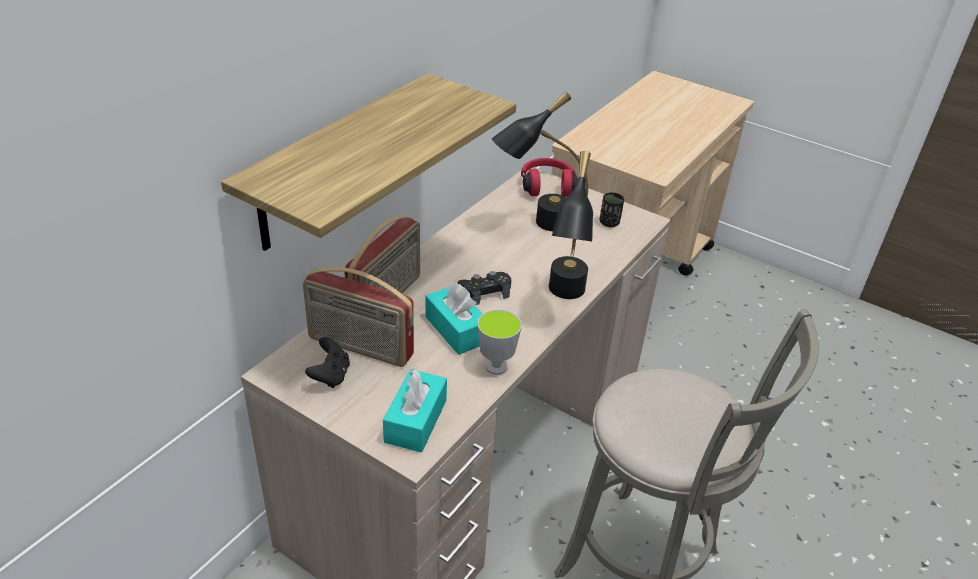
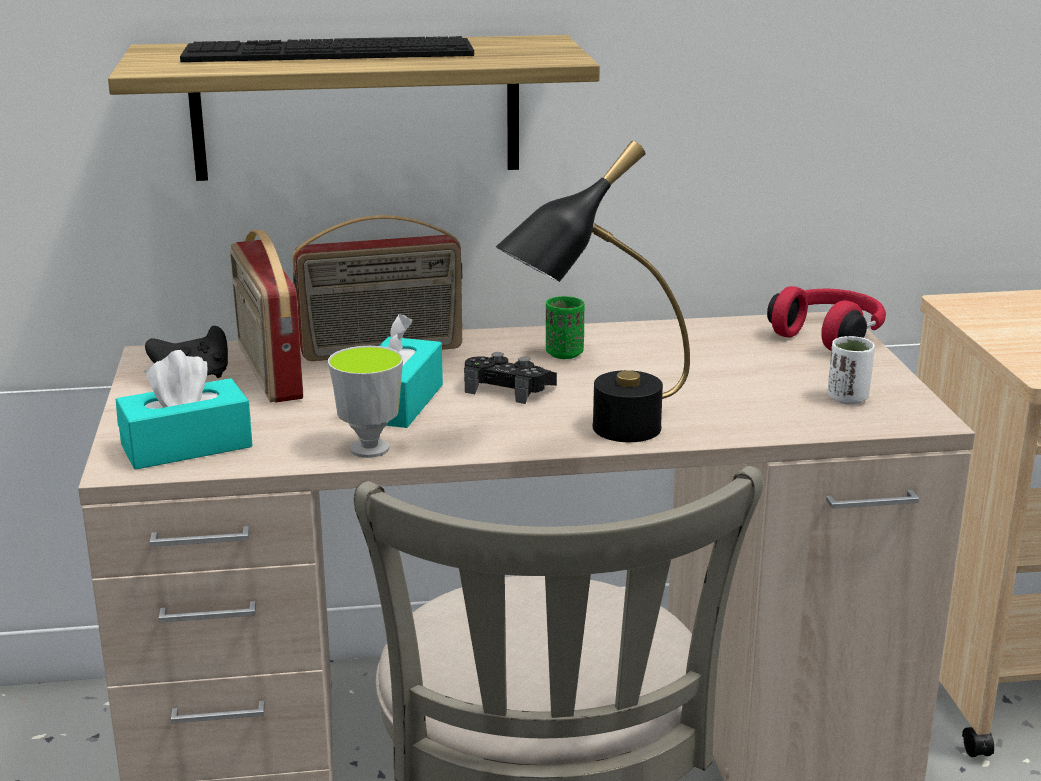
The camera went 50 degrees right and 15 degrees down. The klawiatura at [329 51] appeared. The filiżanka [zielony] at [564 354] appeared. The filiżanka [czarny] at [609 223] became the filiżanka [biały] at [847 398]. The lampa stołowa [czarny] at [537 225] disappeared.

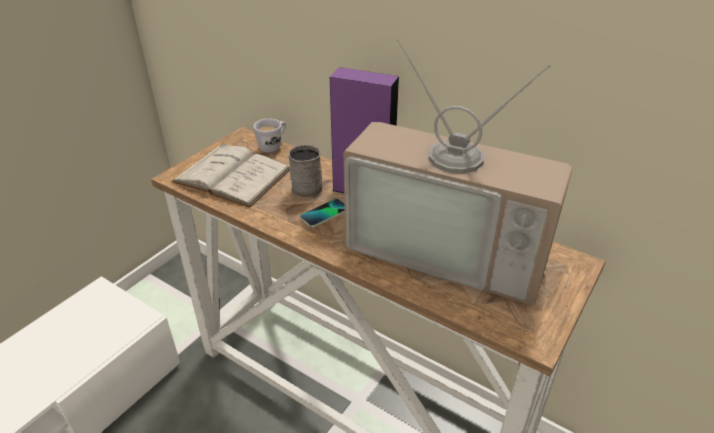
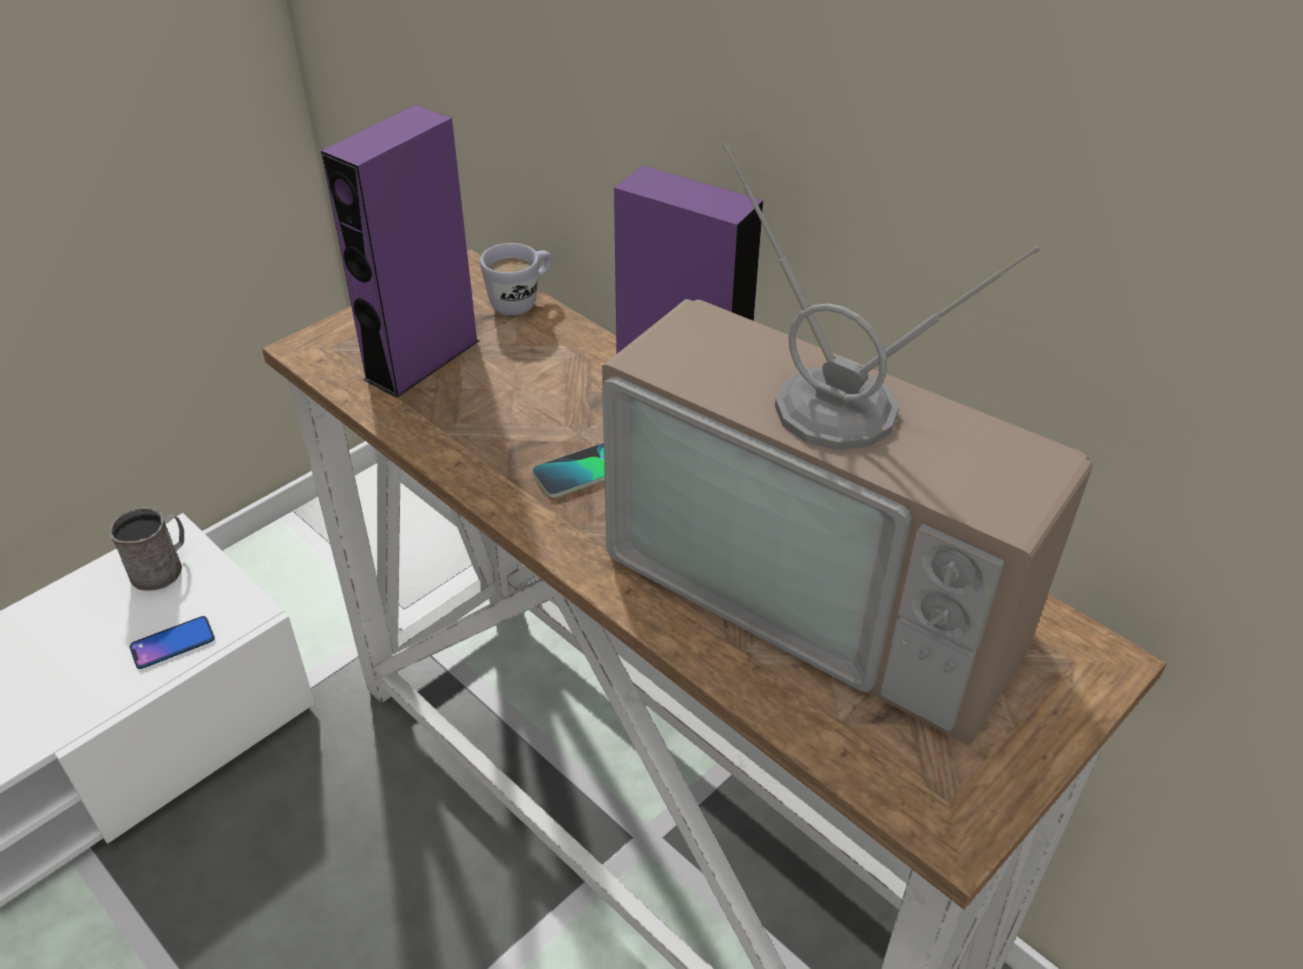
The camera went 10 degrees right and 5 degrees up. The kubek [szary] moved from [309 186] to [162 568]. The telefon at [173 643] appeared. The książka [biały] at [232 175] was replaced by the głośnik [fioletowy] at [422 360].

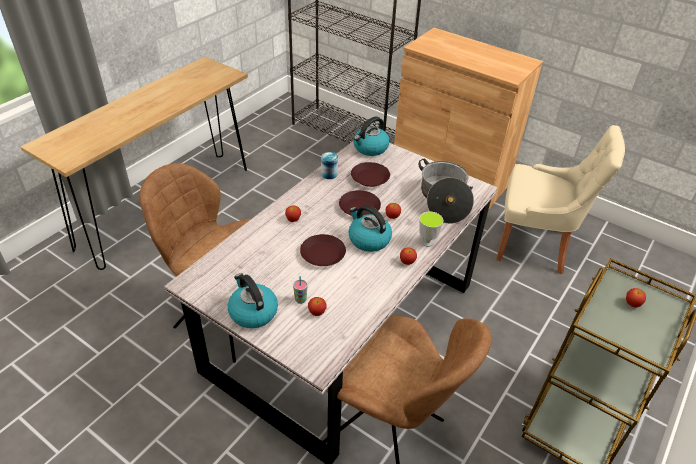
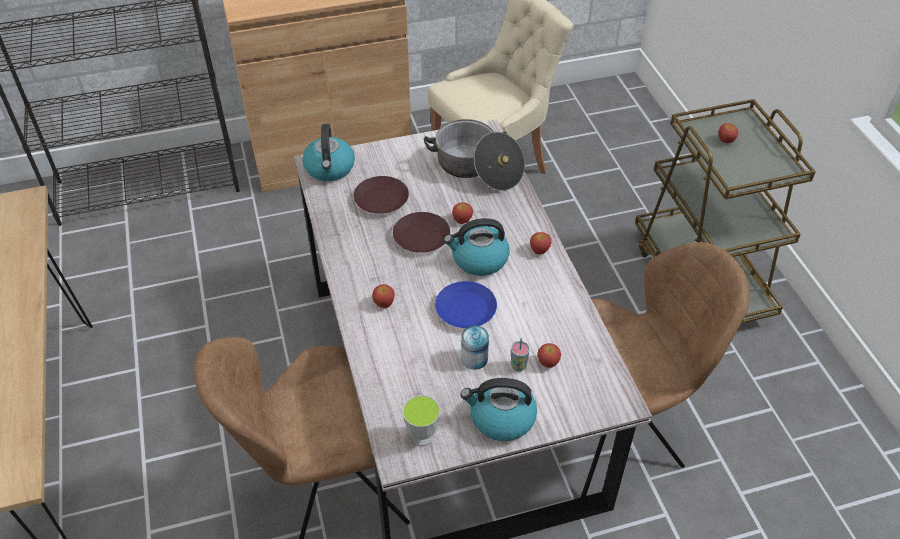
The camera went 50 degrees left and 5 degrees up. The filiżanka moved from [427 242] to [422 437]. The talerz [brązowy] at [323 254] became the talerz [niebieski] at [466 309]. The puszka moved from [329 174] to [474 358].

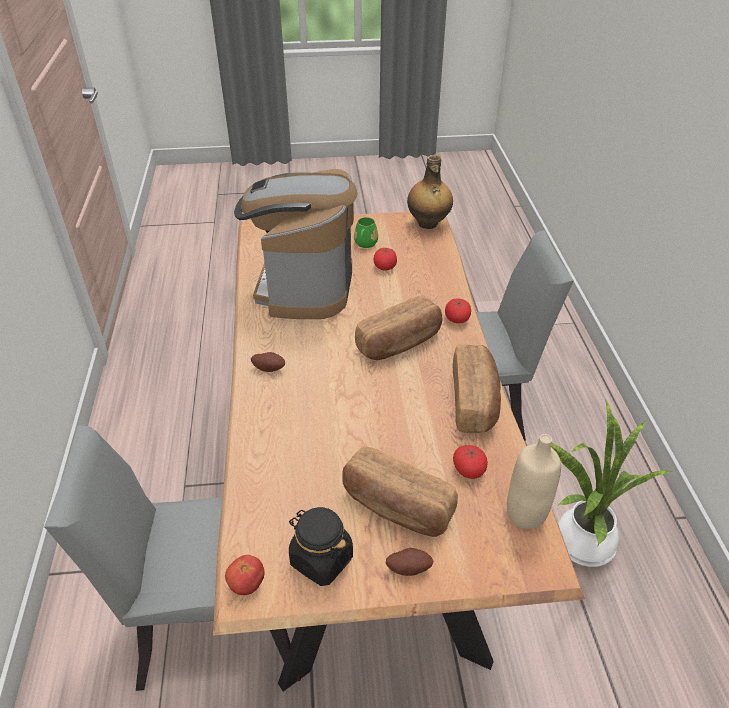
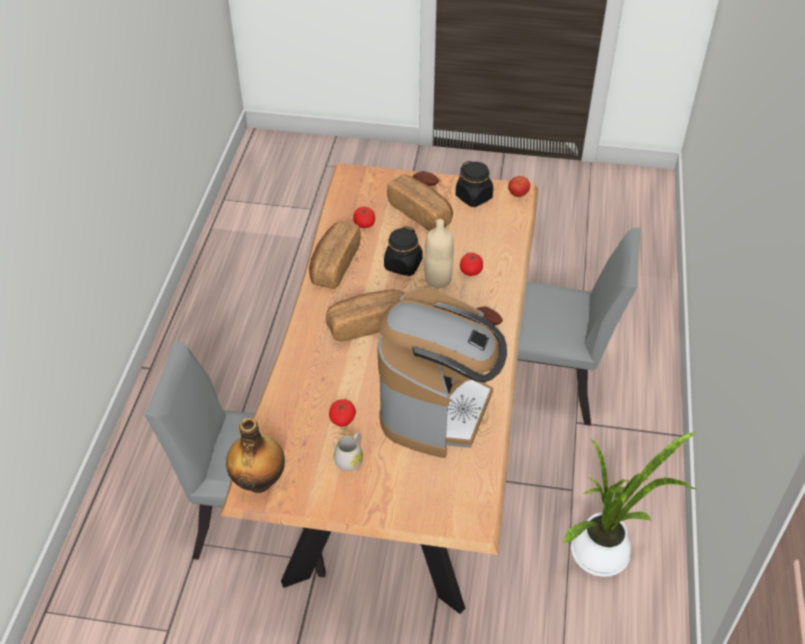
The camera went 165 degrees left and 5 degrees up. The kubek [zielony] at [365 245] became the kubek [biały] at [350 459]. The słoik [czarny] at [403 265] appeared. The butelka [beżowy] moved from [525 514] to [438 279]. The pomidor moved from [457 318] to [471 270]. The roślina doniczkowa moved from [579 544] to [605 552].

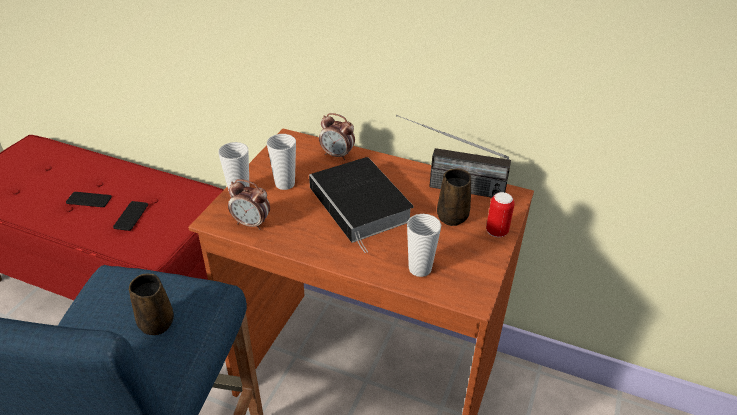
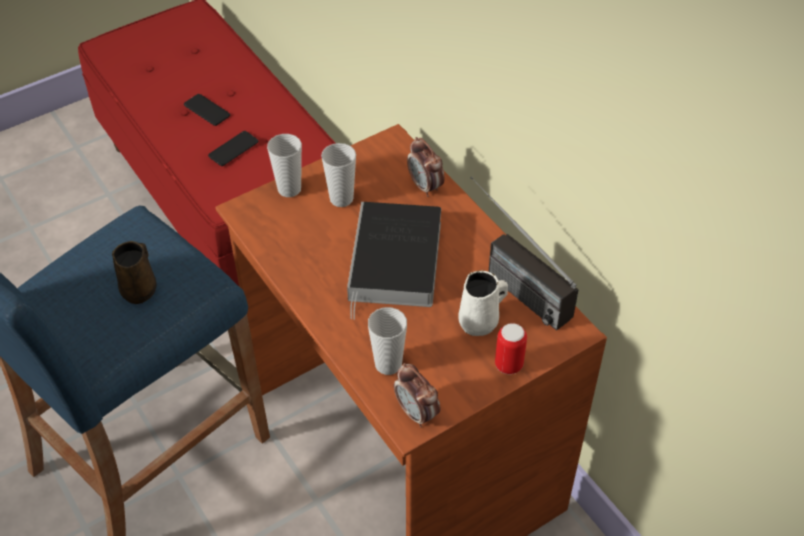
The camera went 35 degrees right and 10 degrees up. The budzik moved from [251 223] to [417 413]. The kubek [brązowy] at [453 215] became the kubek [biały] at [480 322].

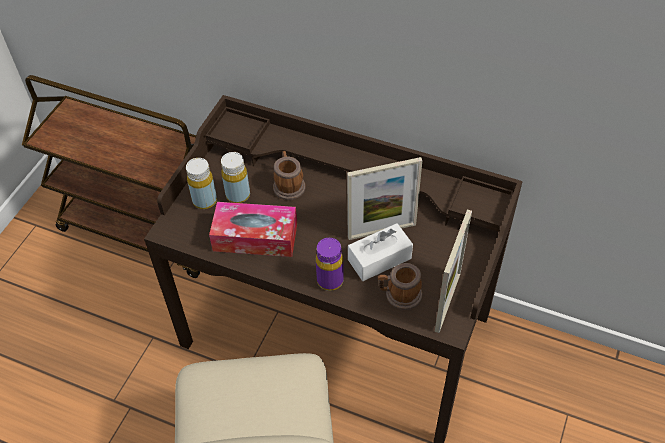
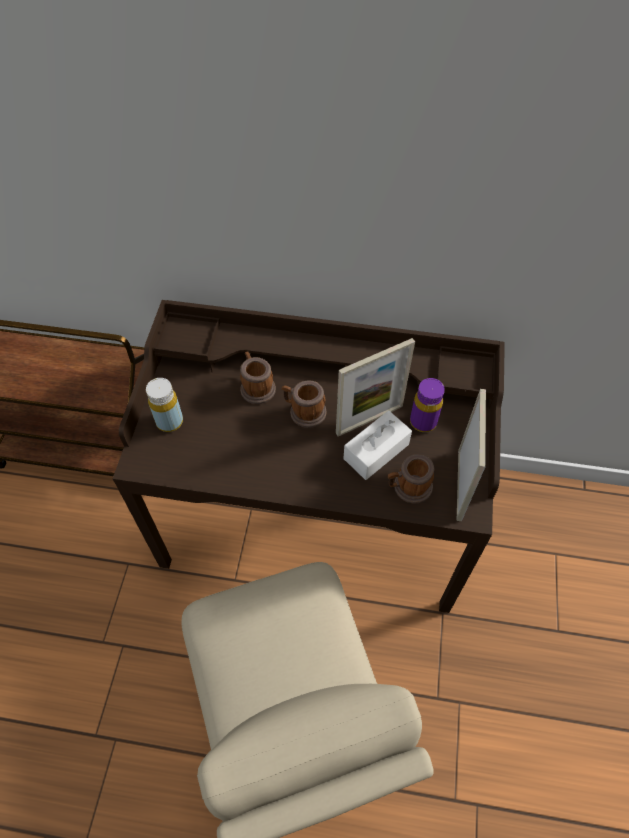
The camera went 15 degrees left and 5 degrees up. The kubek at [304 411] appeared. The butelka [fioletowy] moved from [330 280] to [423 422]. The pudełko chusteczek at [255 237] disappeared. The butelka [żółty] at [238 195] disappeared.

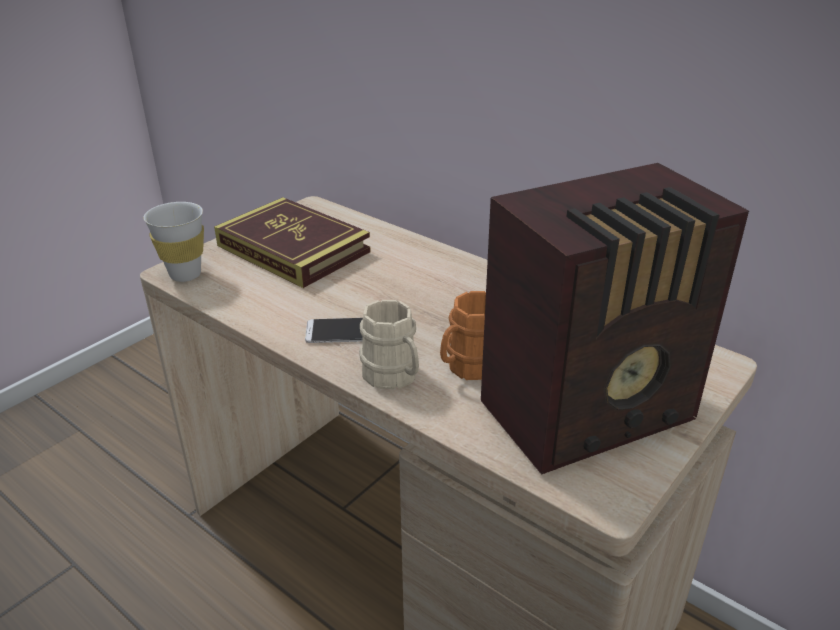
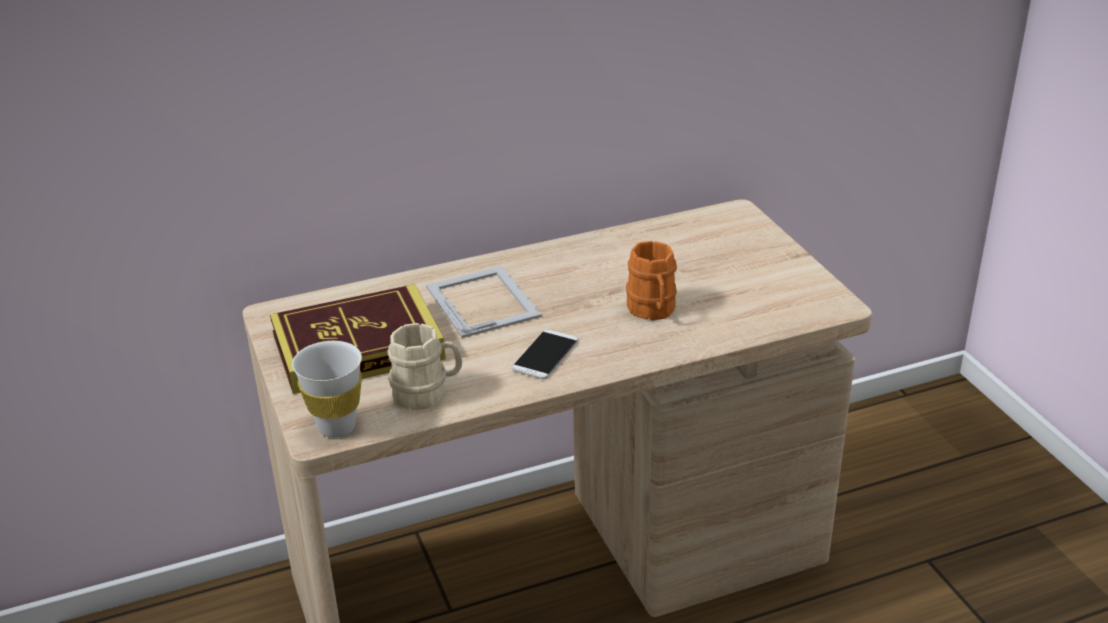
The camera went 60 degrees left and 0 degrees up. The kubek [beżowy] moved from [394 377] to [427 393]. The ramka na zdjęcie at [483 300] appeared. The radio at [592 413] disappeared.

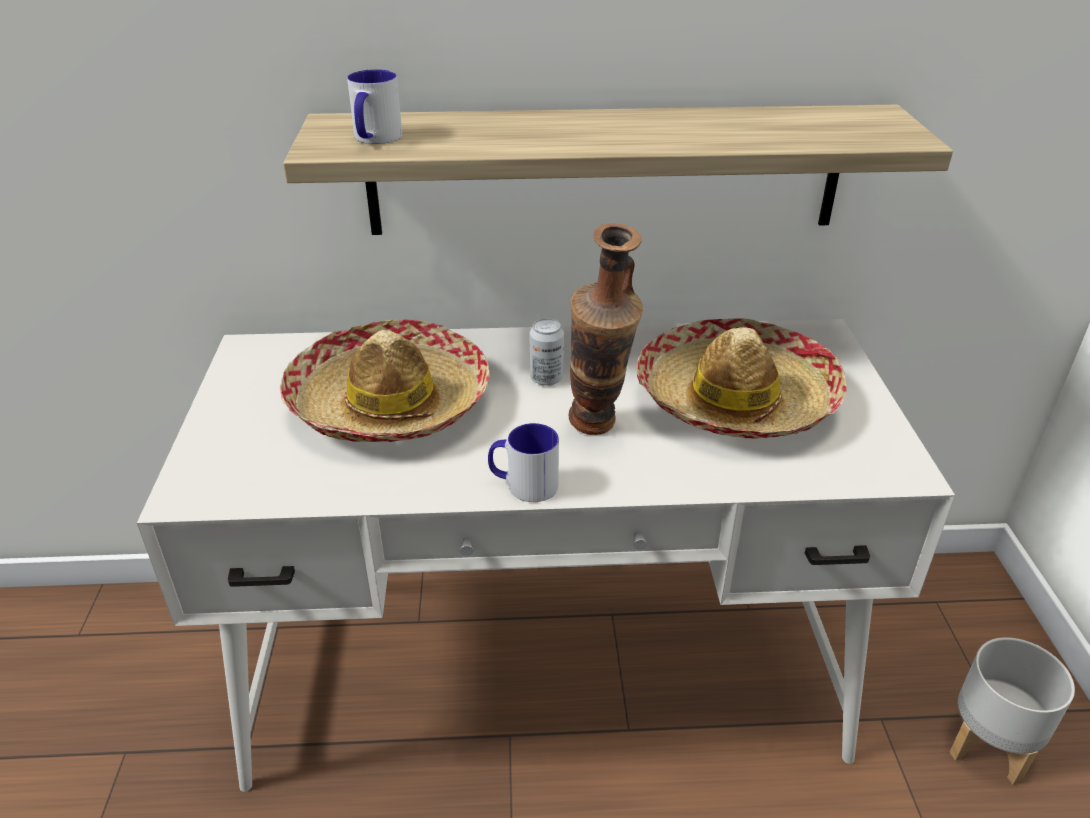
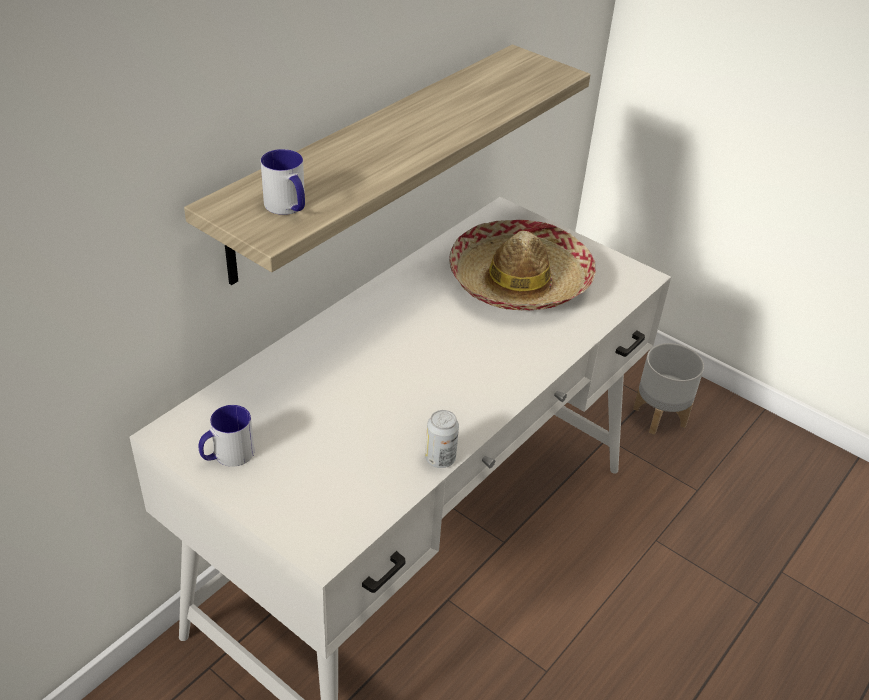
The camera went 50 degrees left and 5 degrees up. The kubek moved from [523 485] to [227 455]. The puszka moved from [546 378] to [440 459]. The kapelusz at [390 402] disappeared. The wazon at [598 431] disappeared.

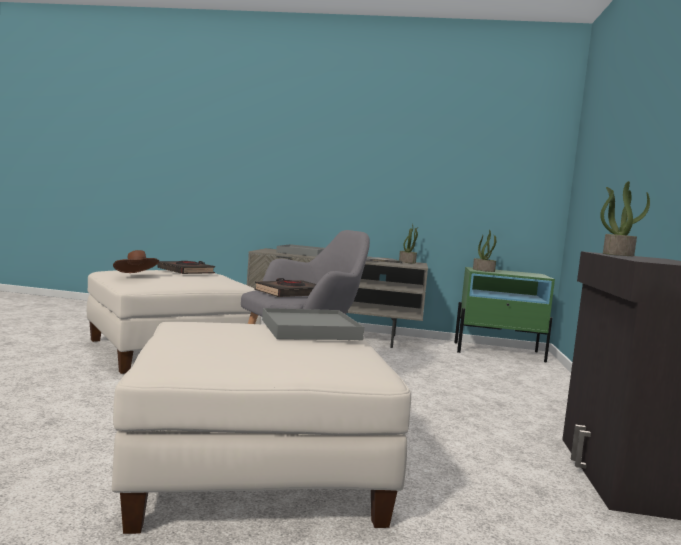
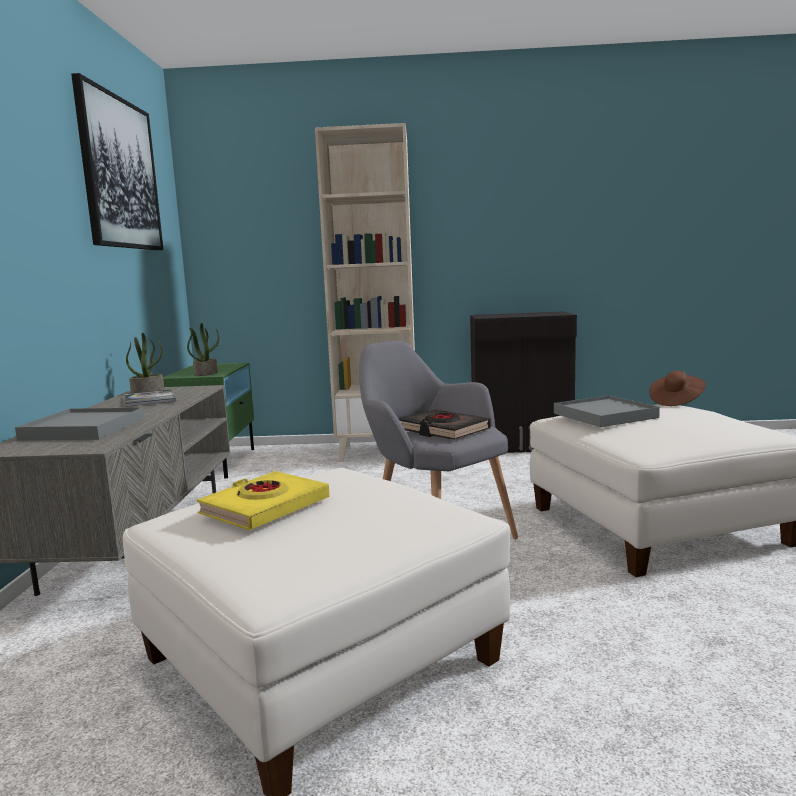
The camera went 95 degrees left and 5 degrees up. The obraz at [120 173] appeared. The książka [czarny] at [186 271] became the książka [żółty] at [265 507]. The regał [beżowy] at [379 451] appeared. The kapelusz [brązowy] moved from [136 275] to [676 401]. The roślina doniczkowa at [617 254] disappeared.

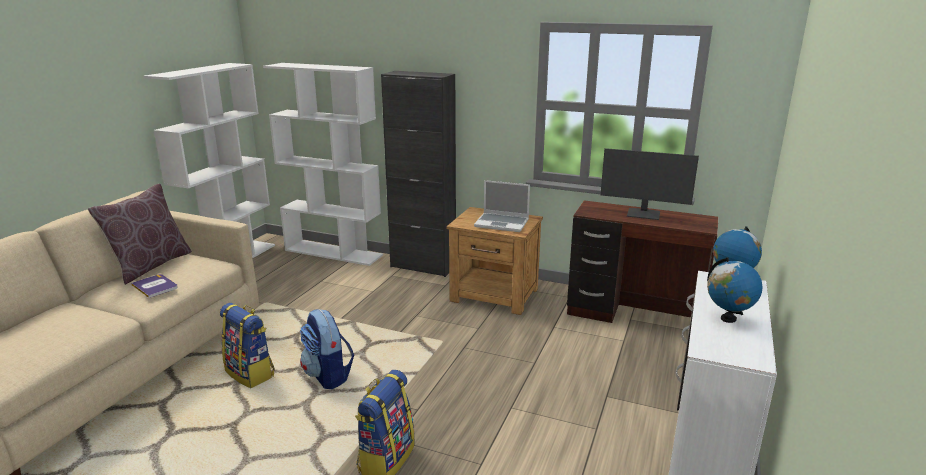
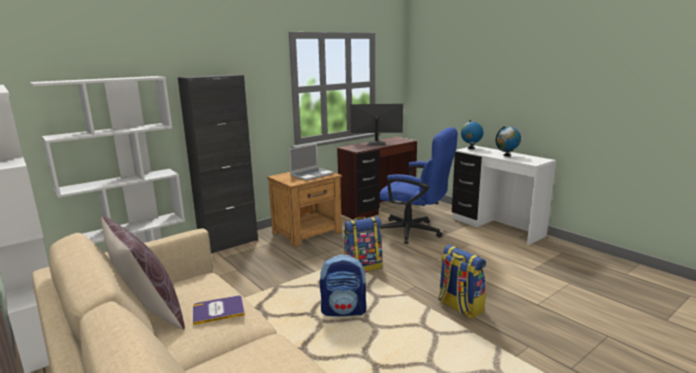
The camera went 60 degrees left and 5 degrees down. The plecak moved from [251 373] to [363 266]. The monitor at [643 214] turned 135 degrees counterclockwise. The krzesło biurowe [niebieski] at [414 232] appeared.

